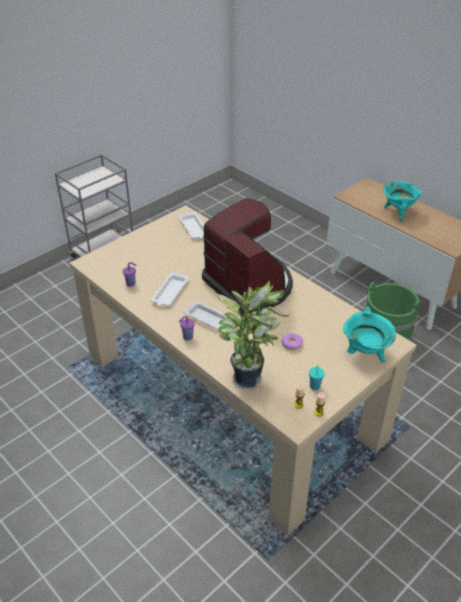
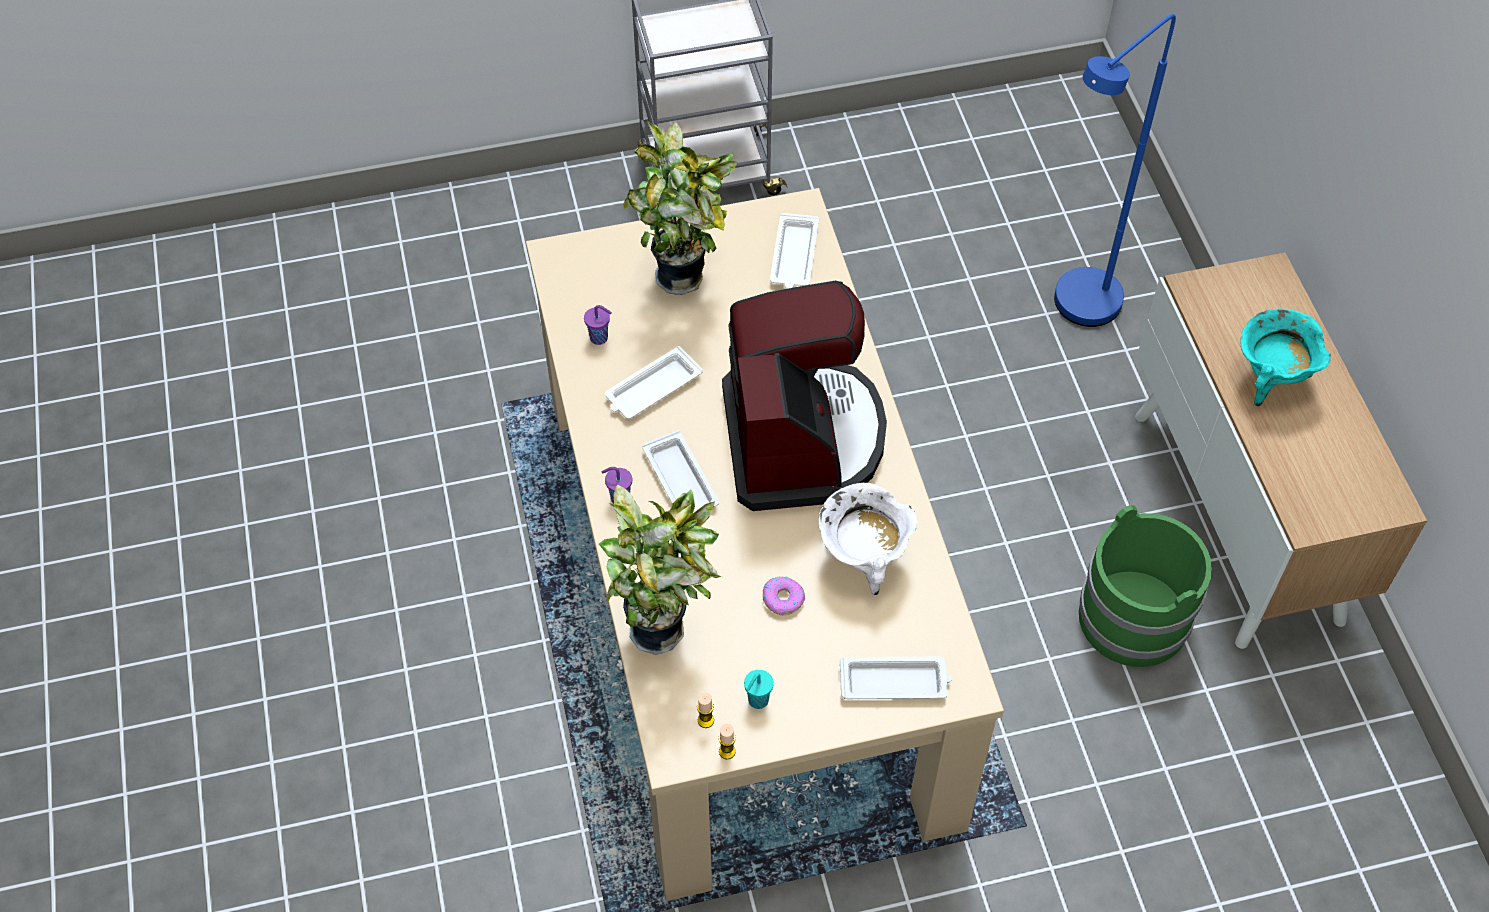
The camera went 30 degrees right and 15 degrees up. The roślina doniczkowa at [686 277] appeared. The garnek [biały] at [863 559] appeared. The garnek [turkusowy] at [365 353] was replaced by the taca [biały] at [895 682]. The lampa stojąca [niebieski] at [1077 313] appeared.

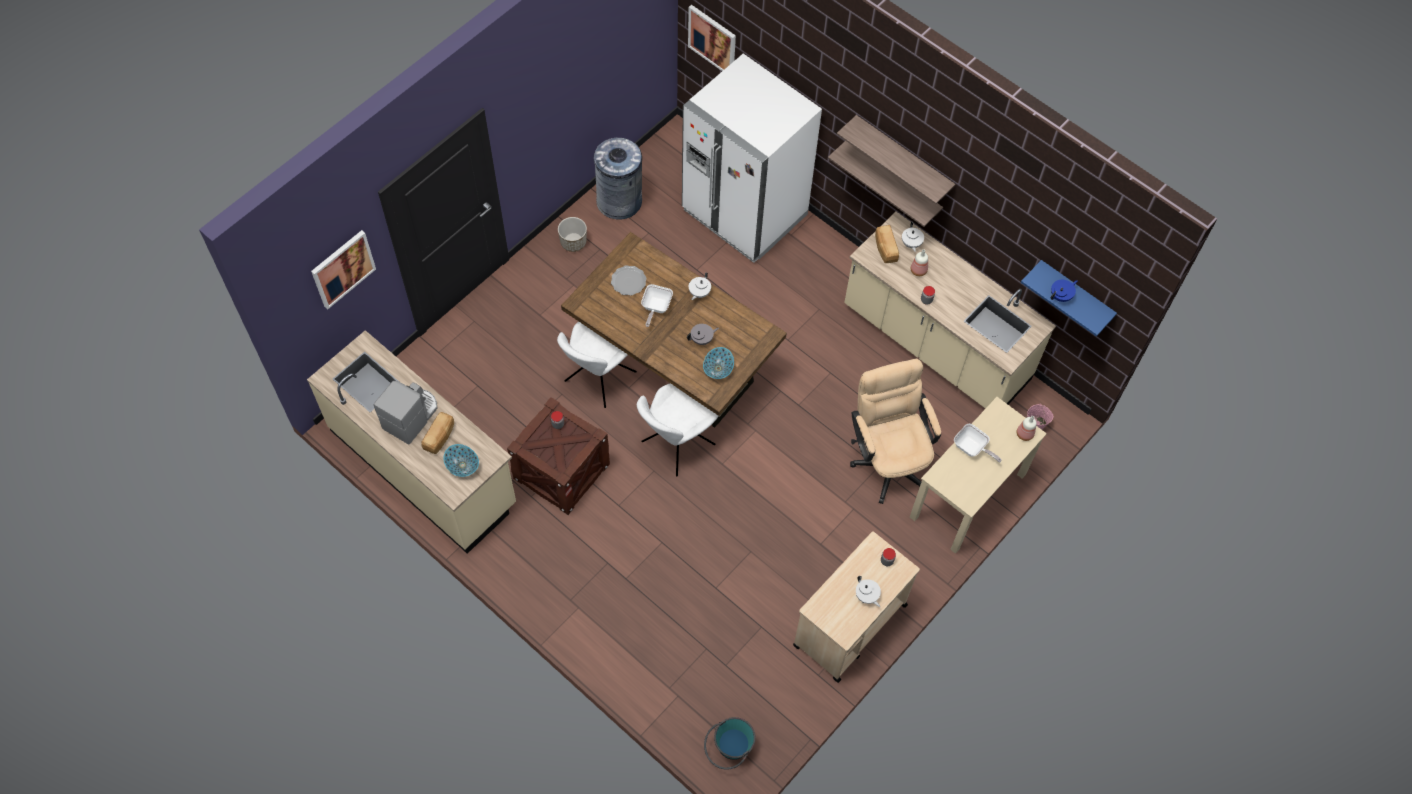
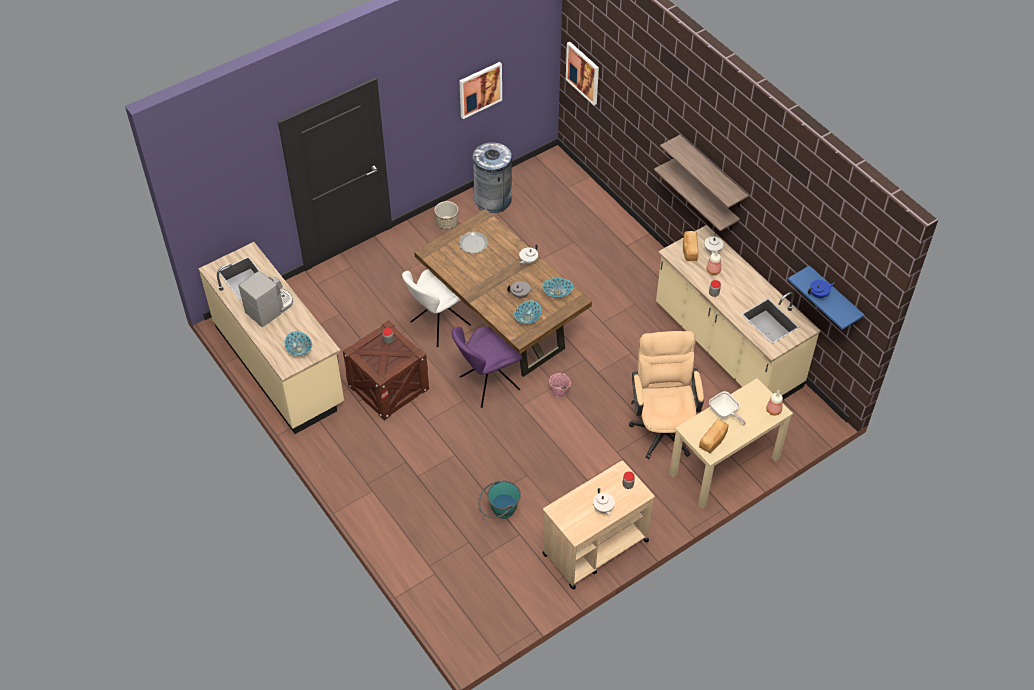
The camera went 15 degrees right and 10 degrees down. The krzesło [biały] at [676 445] became the krzesło [fioletowy] at [487 384]. The obraz moved from [342 268] to [480 89]. The wiadro [turkusowy] moved from [728 750] to [499 511]. The miska at [557 292] appeared. The wiadro [różowy] moved from [1036 424] to [559 392]. The chleb moved from [440 437] to [713 440]. The patelnia at [655 308] disappeared. The lodówka [biały] at [744 213] disappeared.

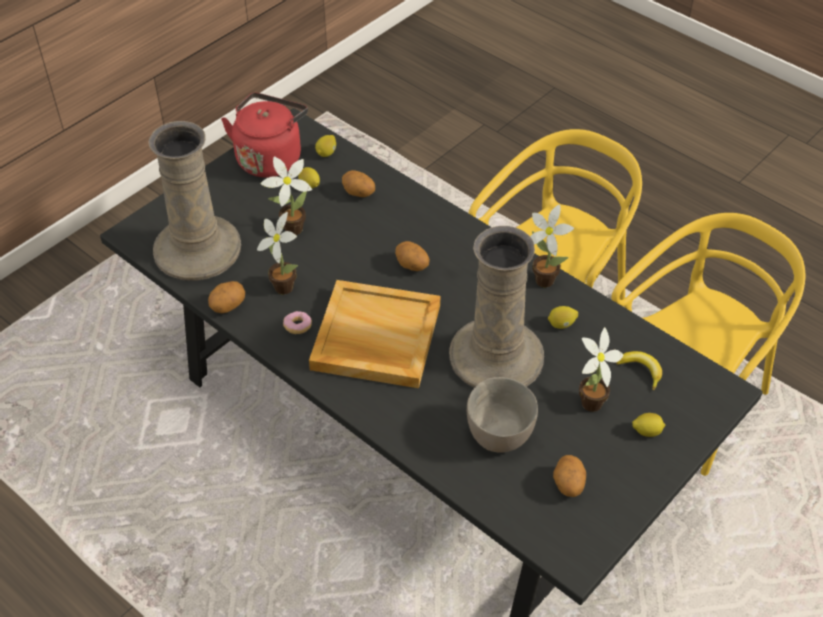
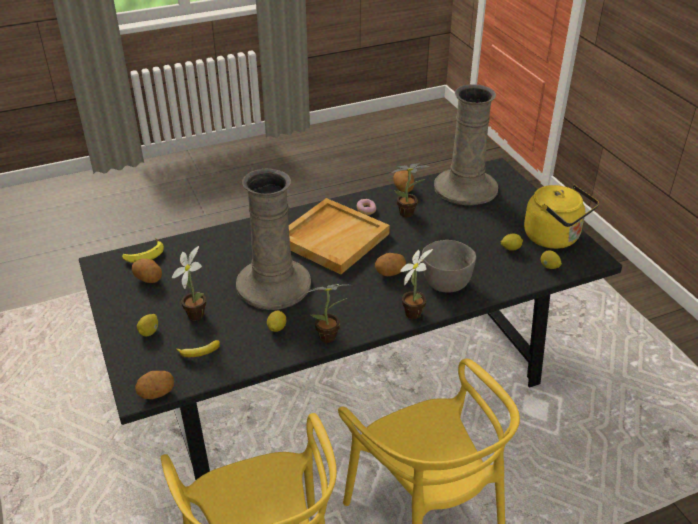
The camera went 115 degrees right and 10 degrees down. The banan at [143 254] appeared. The ziemniak moved from [358 194] to [156 393]. The roślina doniczkowa moved from [290 229] to [414 311]. The miska [szary] moved from [499 435] to [445 283]. The czajnik [czerwony] at [270 158] became the czajnik [żółty] at [555 238].

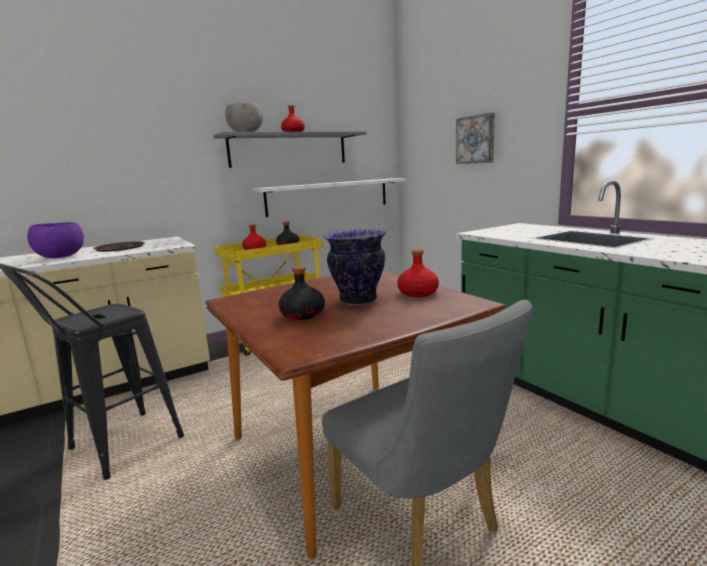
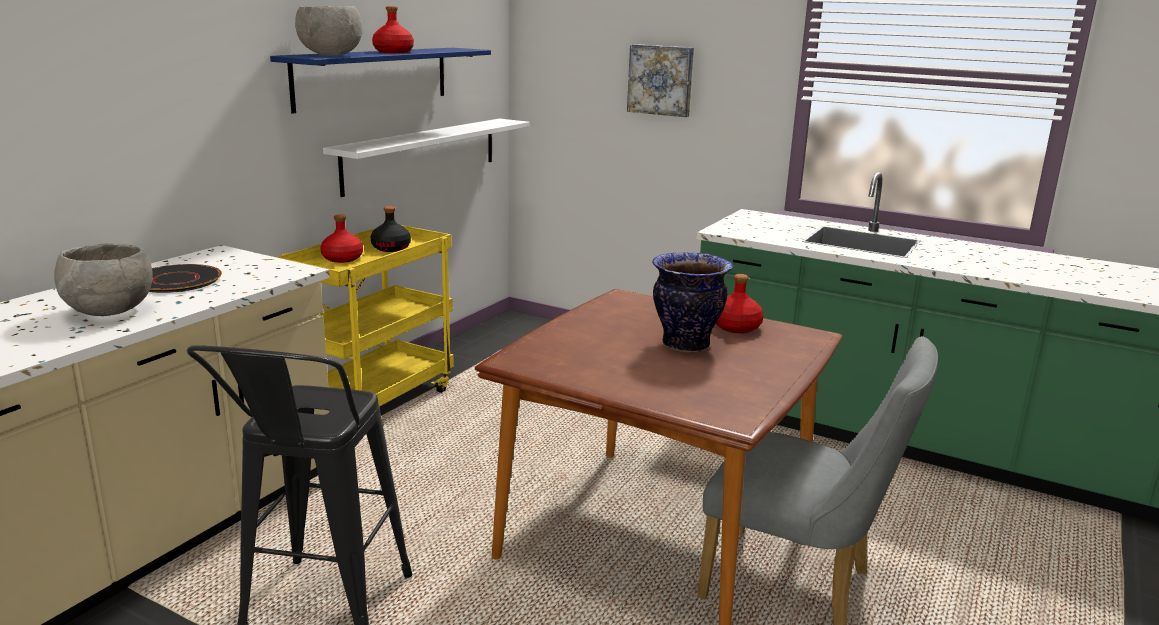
The camera went 30 degrees left and 5 degrees up. The miska [fioletowy] at [60 257] became the miska [szary] at [111 312]. The półka [szary] at [289 149] became the półka [niebieski] at [373 77]. The butelka [czarny] at [303 315] disappeared.

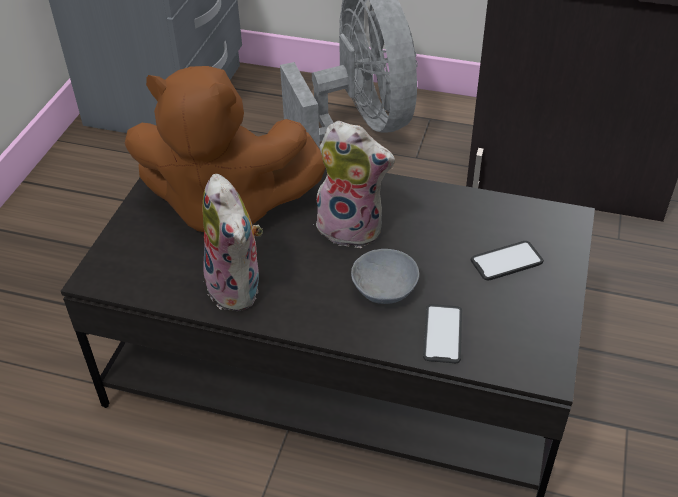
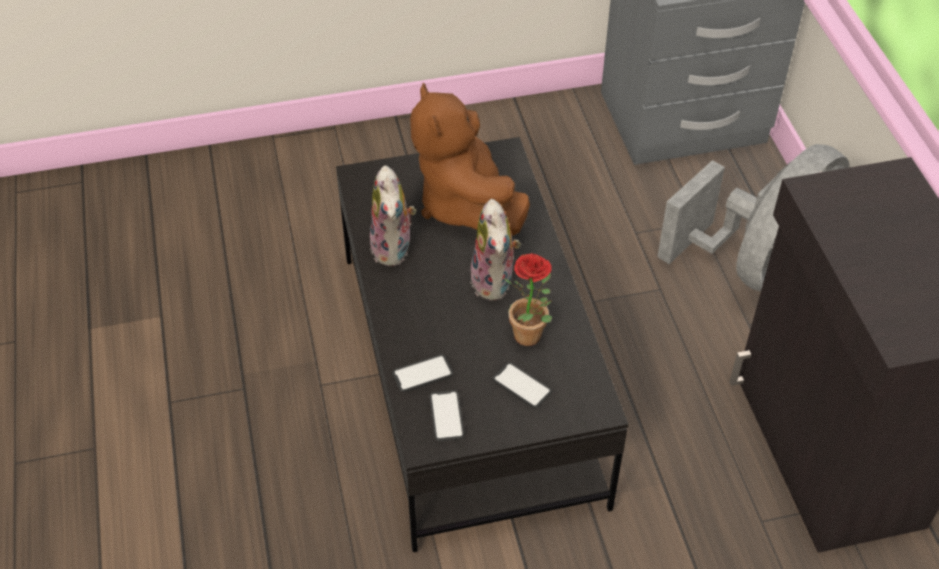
The camera went 60 degrees right and 5 degrees up. The pluszak at [239 288] turned 45 degrees counterclockwise. The telefon at [446 416] appeared. The roślina doniczkowa at [531 339] appeared. The miska [szary] at [386 289] disappeared.

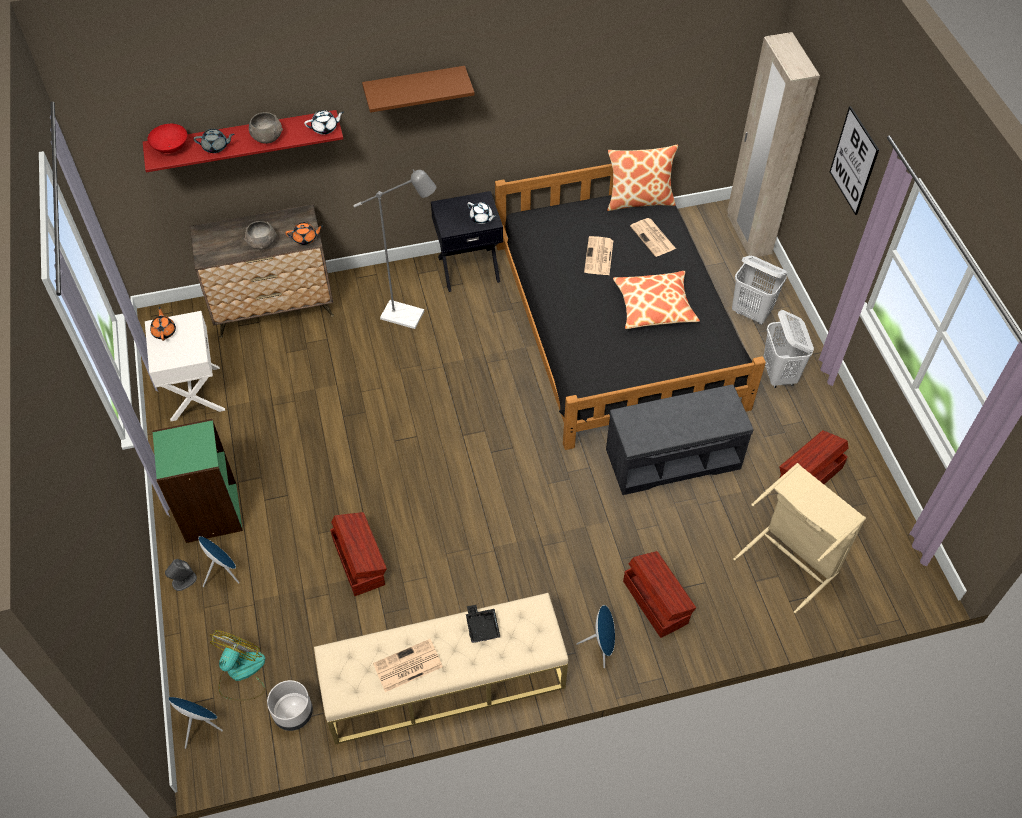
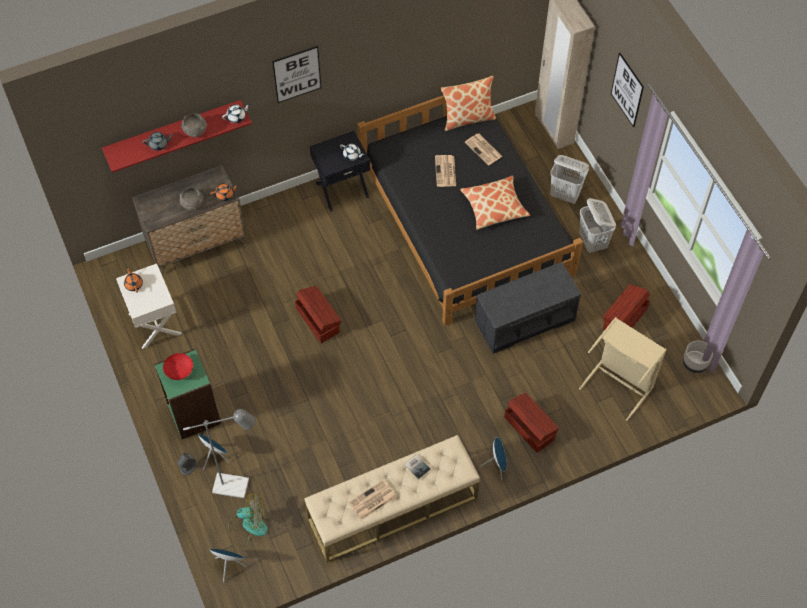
The camera went 10 degrees left and 5 degrees up. The miska [czerwony] moved from [170 148] to [179 372]. The lampa stojąca [szary] moved from [409 317] to [237 486]. The wentylator at [241 674] turned 75 degrees clockwise. The półka [brązowy] at [414 87] was replaced by the obraz at [297 74]. The pojemnik do przechowywania [brązowy] moved from [359 561] to [318 319]. The taca [czarny] at [482 627] was replaced by the książka at [417 466]. The donica [szary] moved from [293 713] to [695 363].

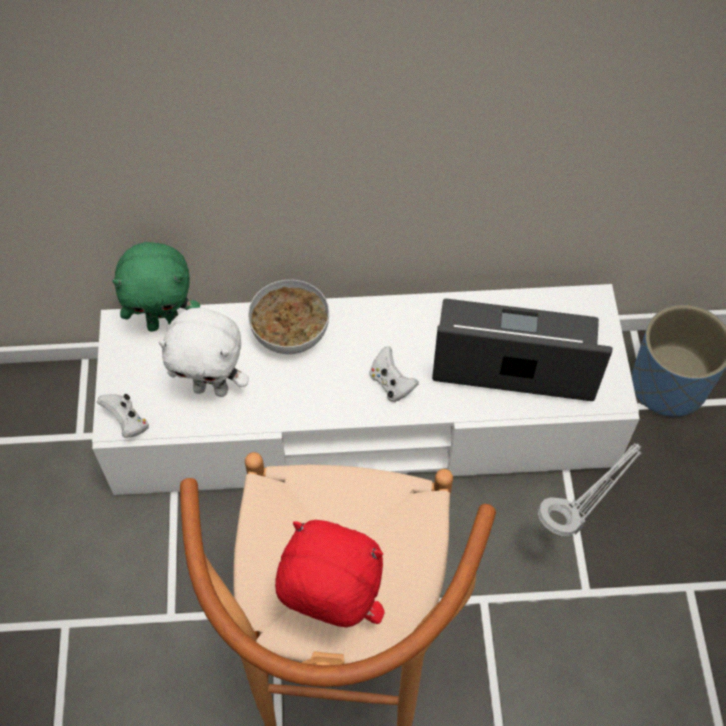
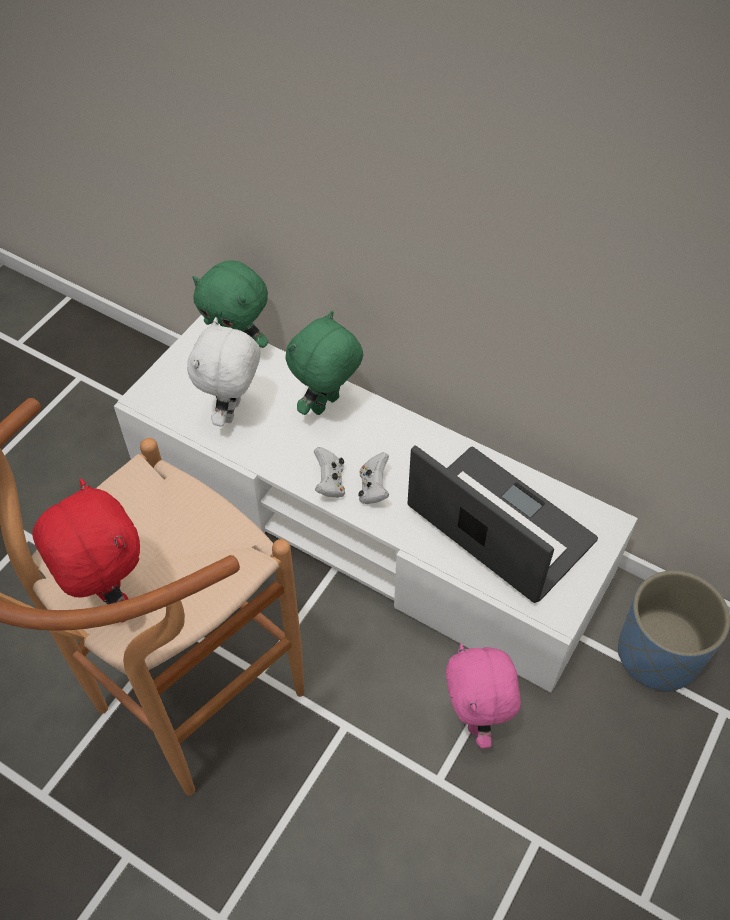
The camera went 35 degrees right and 5 degrees down. The pluszak [biały] at [212 388] turned 60 degrees clockwise. The miska at [291 333] was replaced by the pluszak [zielony] at [326 406]. The pad do gier [biały] moved from [127 422] to [330 483]. The lampa stołowa [szary] at [577 525] was replaced by the pluszak [różowy] at [476 718].

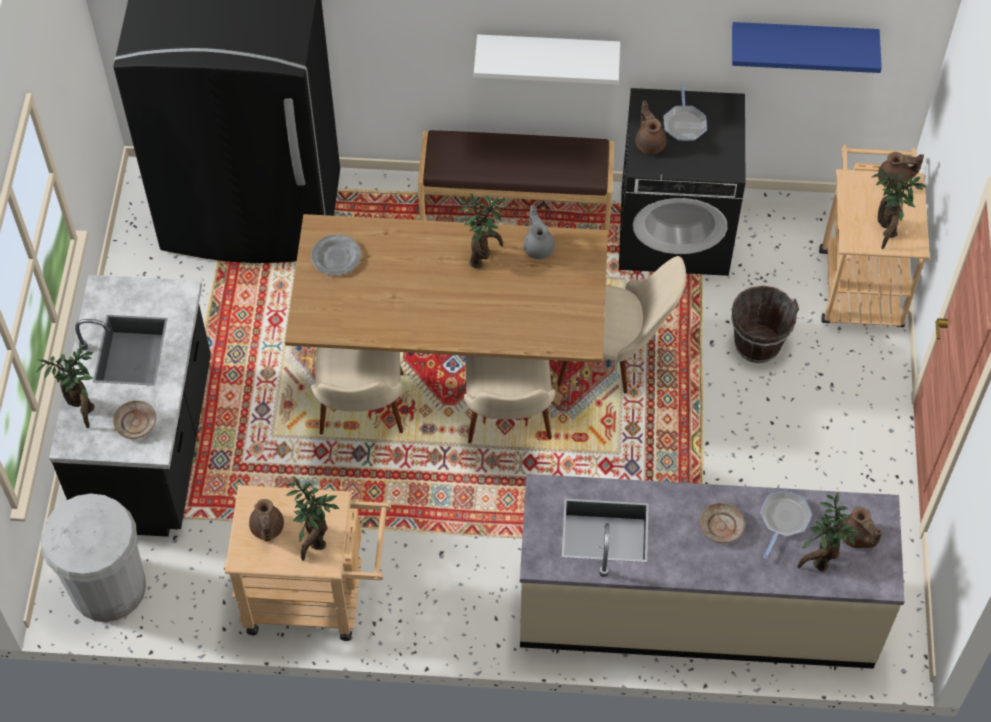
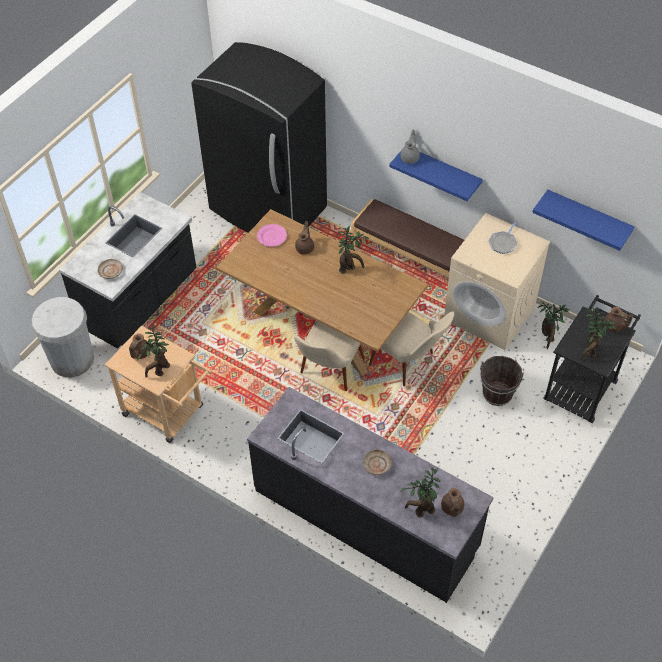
The camera went 30 degrees right and 5 degrees down. The zabudowa kuchenna [beżowy] at [696 608] became the zabudowa kuchenna [czarny] at [366 518]. The talerz [szary] at [336 257] became the talerz [różowy] at [272 237]. The imbryk [brązowy] moved from [650 143] to [305 248]. The półka [biały] at [548 51] became the półka [niebieski] at [442 171]. The imbryk [szary] moved from [538 247] to [410 158]. The pralka [czarny] at [675 230] became the pralka [beżowy] at [490 313]. The roślina doniczkowa moved from [82 408] to [547 338]. The wózek [beżowy] at [860 278] became the wózek [czarny] at [583 385]. The krzesło [beżowy] at [361 419] disappeared. The patelnia at [783 519] disappeared.

